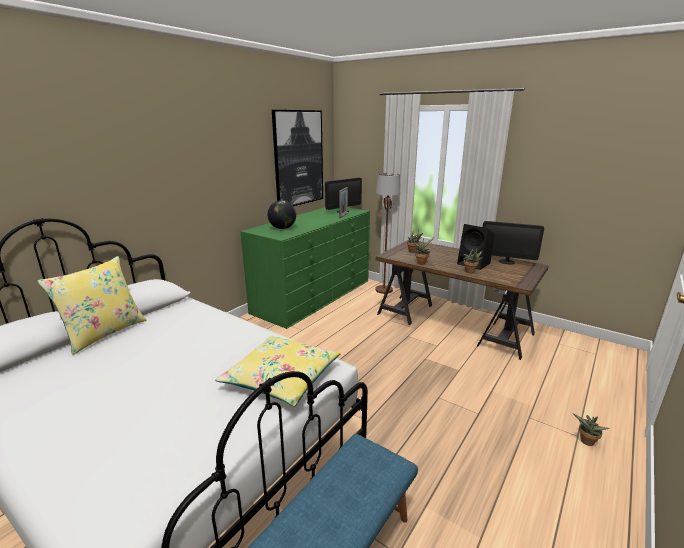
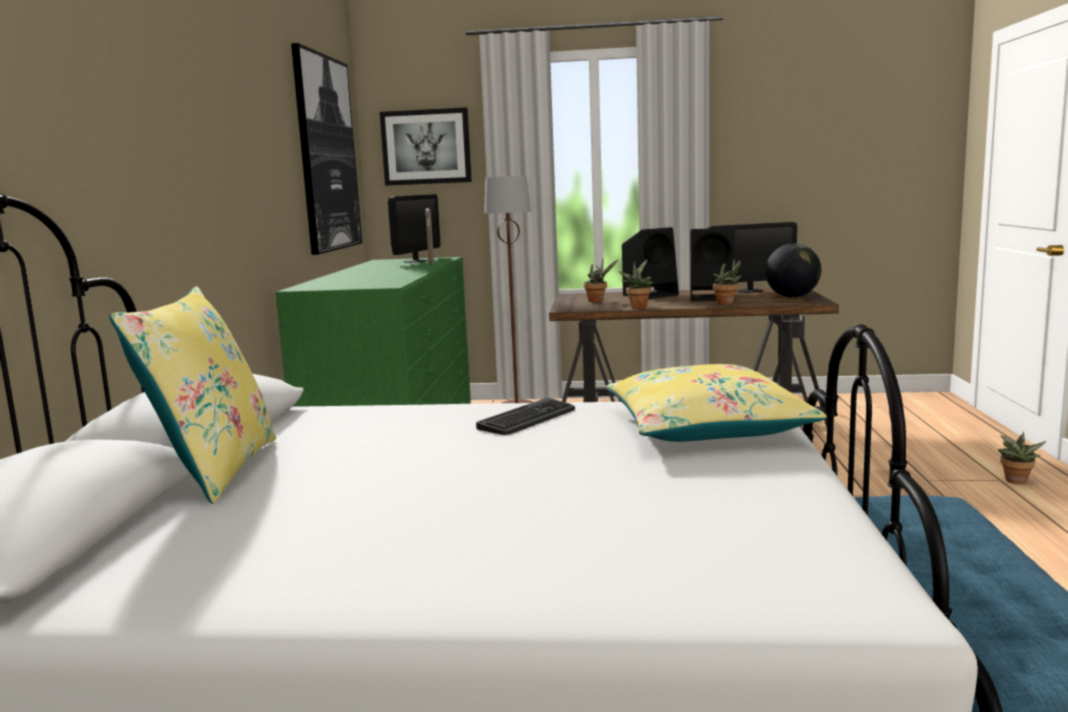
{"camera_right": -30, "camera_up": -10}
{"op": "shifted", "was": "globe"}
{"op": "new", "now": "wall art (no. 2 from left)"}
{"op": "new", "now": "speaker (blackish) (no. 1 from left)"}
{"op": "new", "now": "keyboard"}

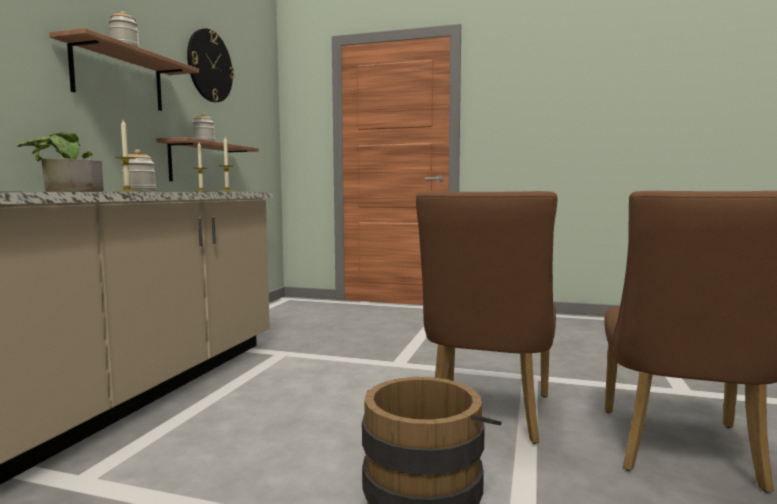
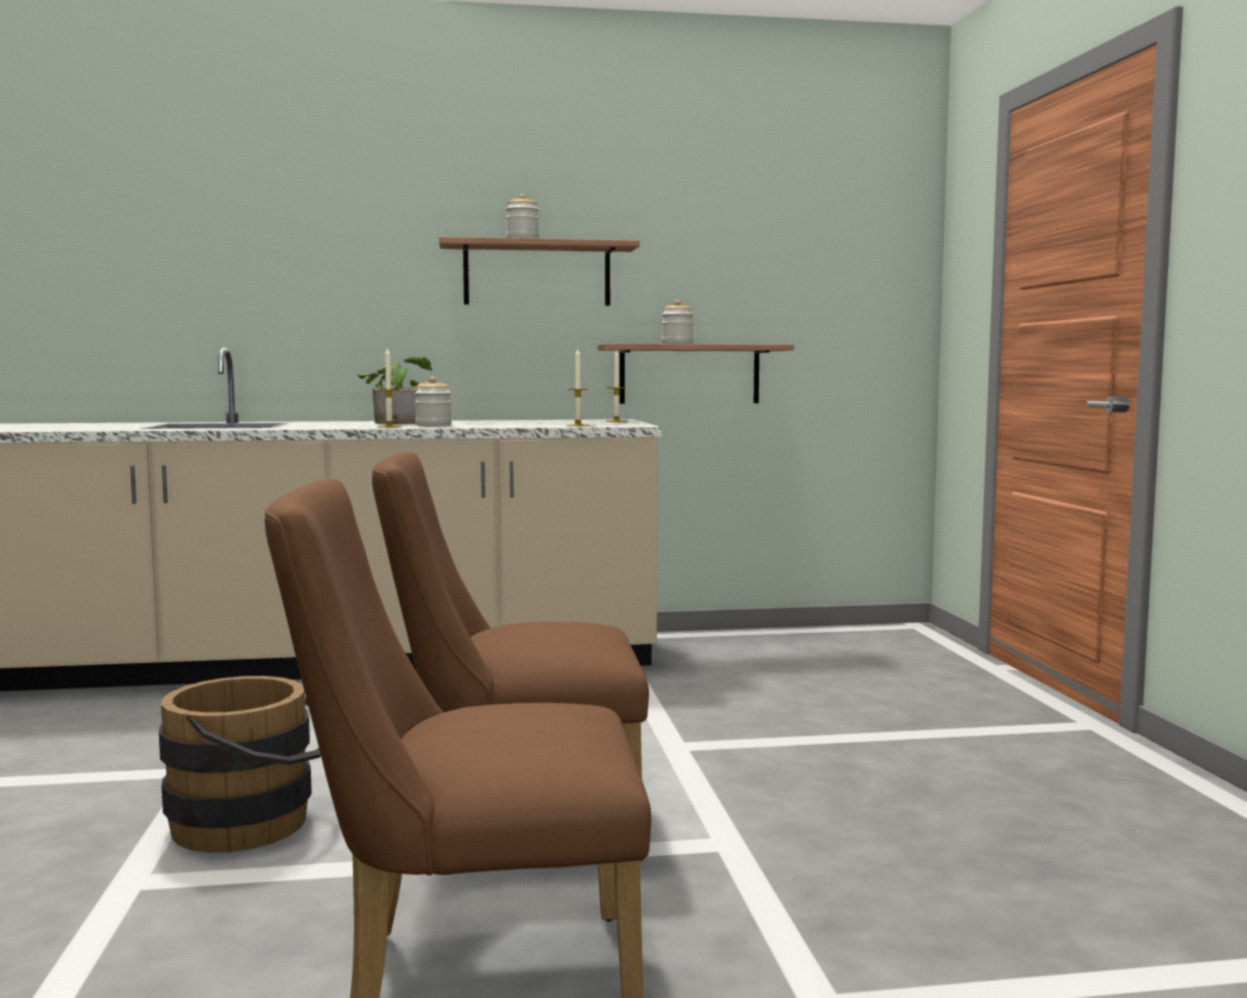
{"camera_right": 65, "camera_up": 0}
{"op": "gone", "was": "hanging clock"}

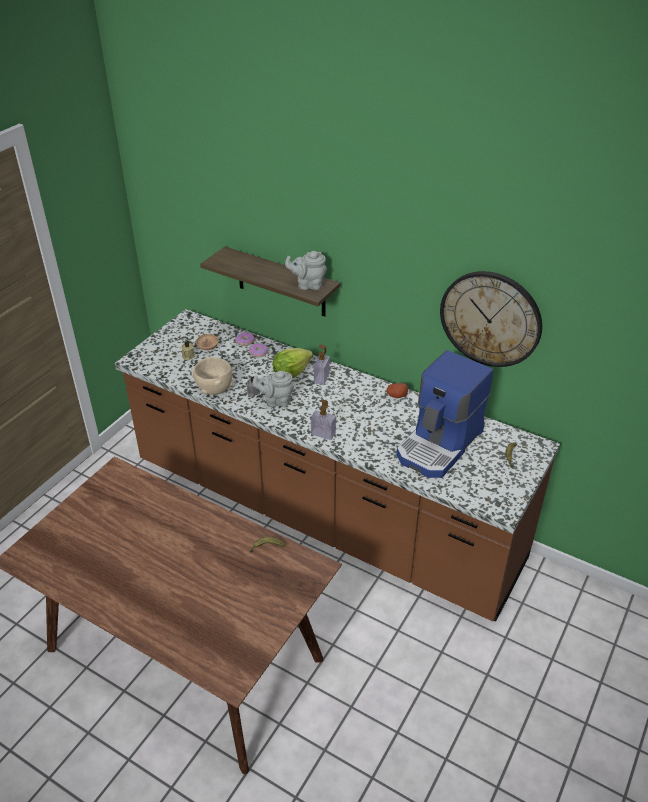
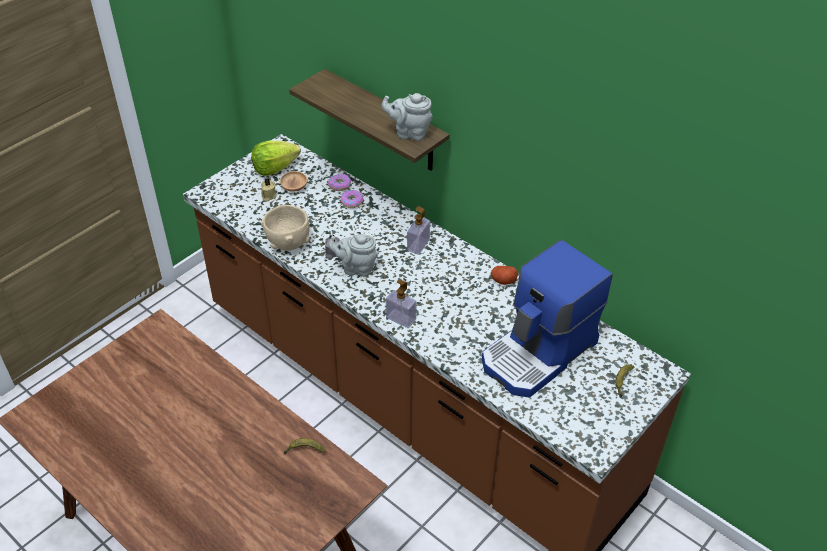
{"camera_right": 10, "camera_up": 5}
{"op": "gone", "was": "hanging clock"}
{"op": "shifted", "was": "lettuce"}

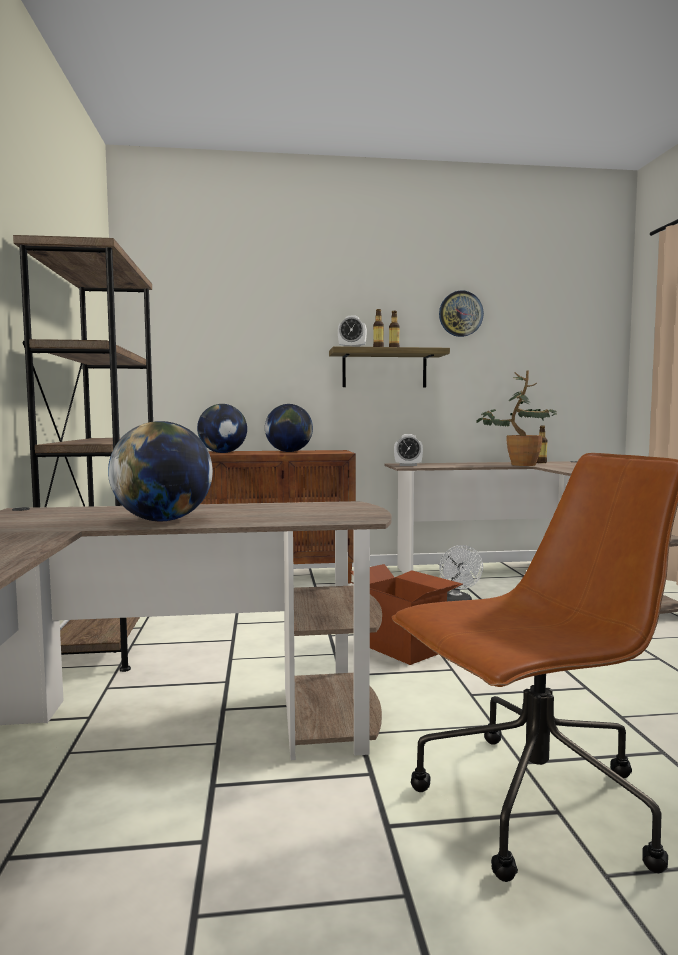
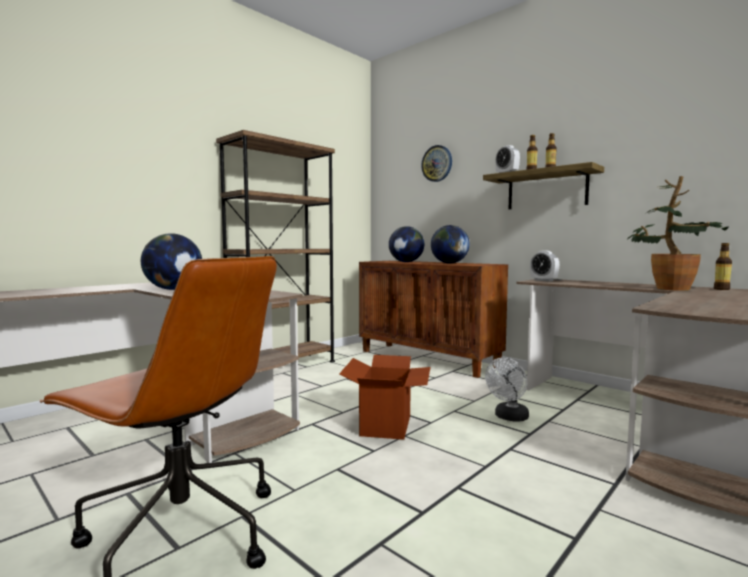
{"camera_right": 50, "camera_up": 0}
{"op": "shifted", "was": "hanging clock"}

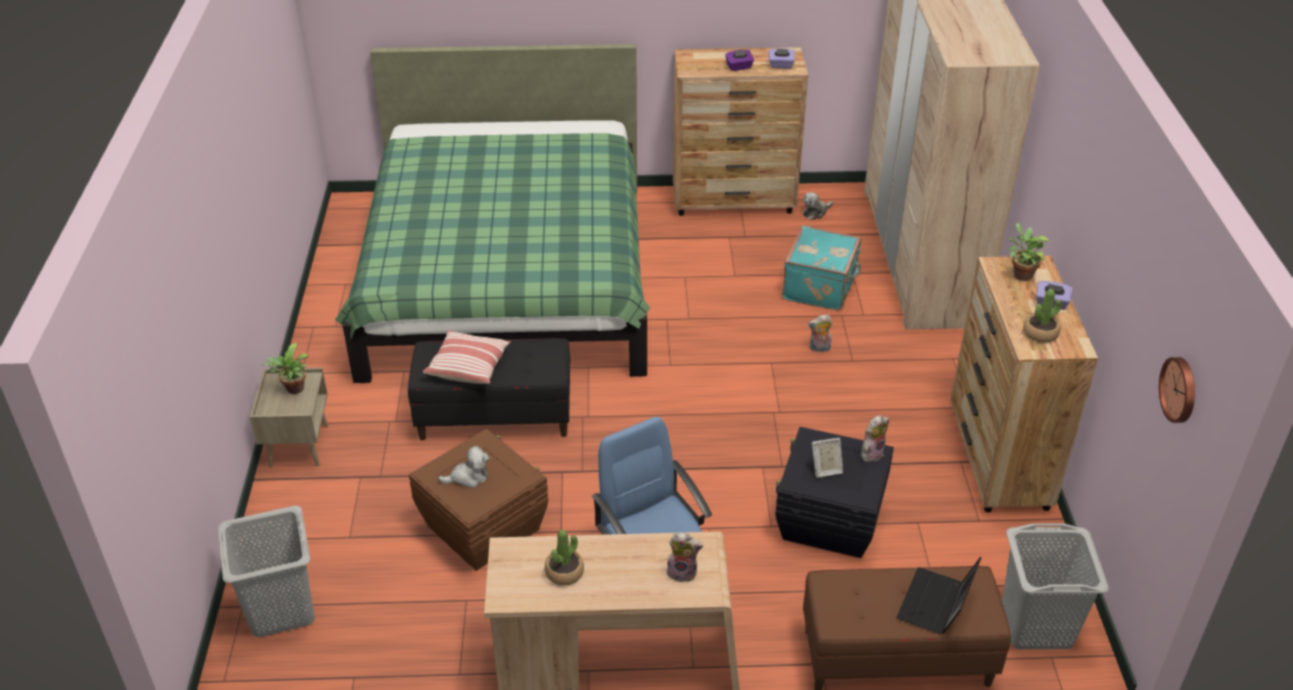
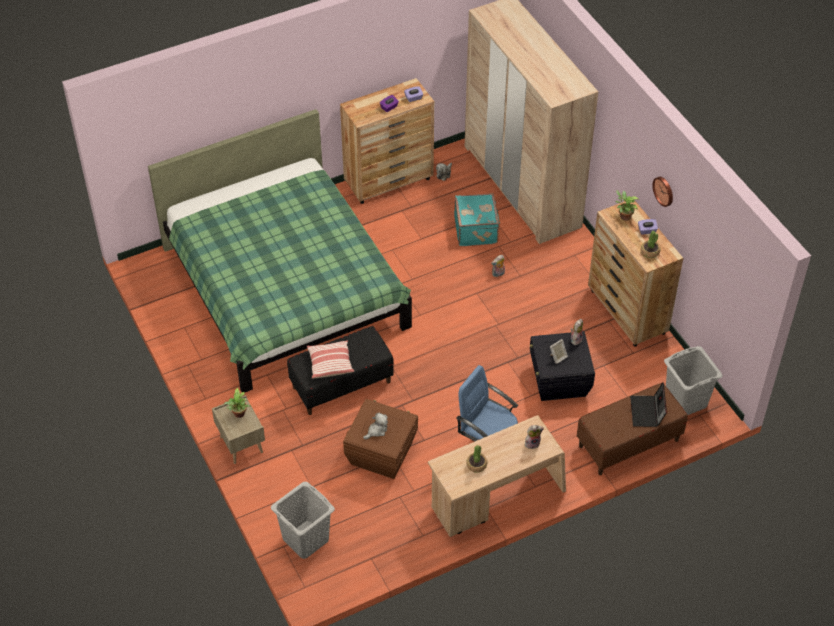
{"camera_right": -25, "camera_up": 10}
{"op": "shifted", "was": "hanging clock"}

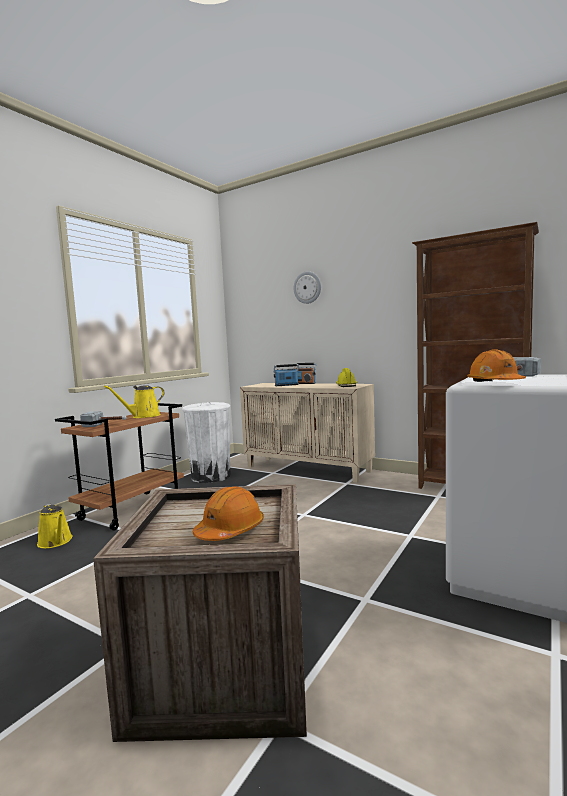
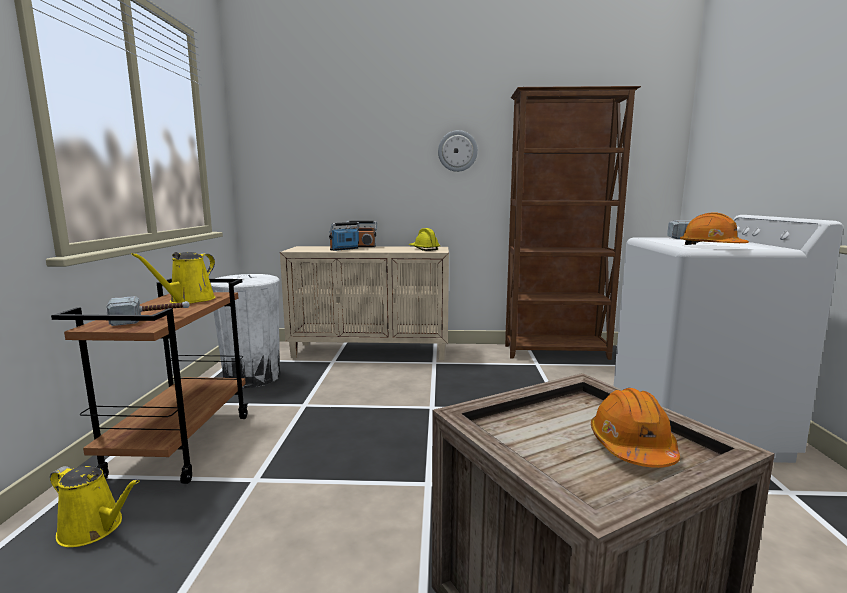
{"camera_right": -30, "camera_up": 5}
{"op": "shifted", "was": "hanging clock"}

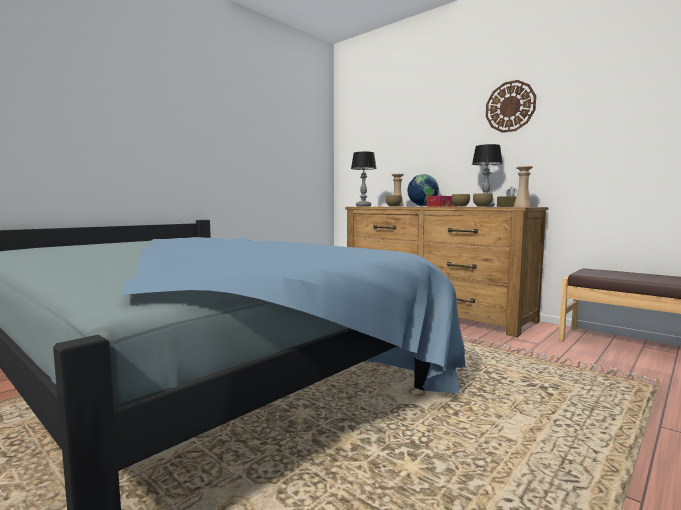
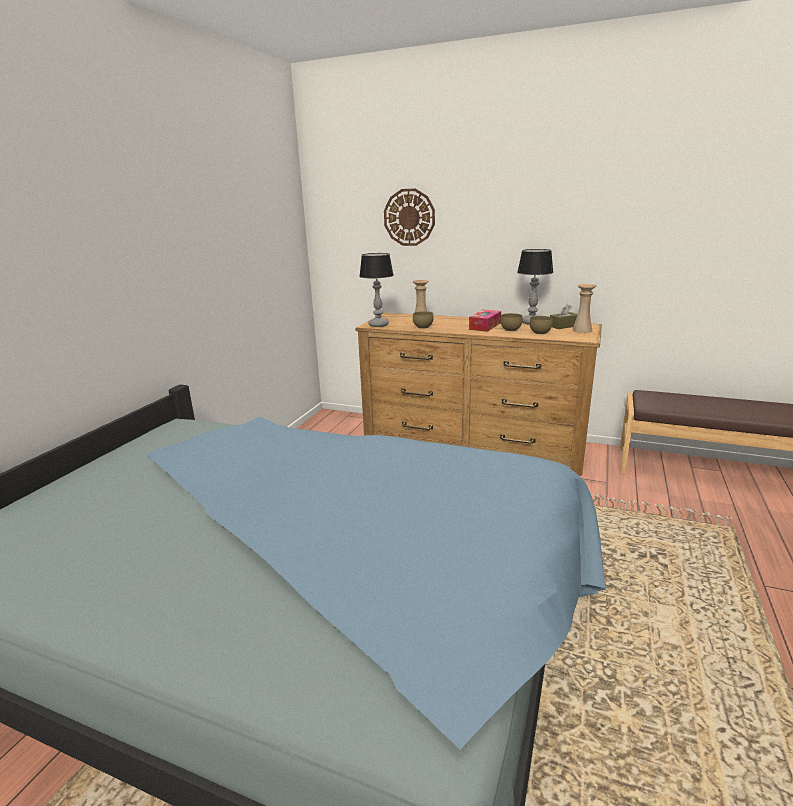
{"camera_right": -20, "camera_up": 15}
{"op": "shifted", "was": "hanging clock"}
{"op": "gone", "was": "globe"}

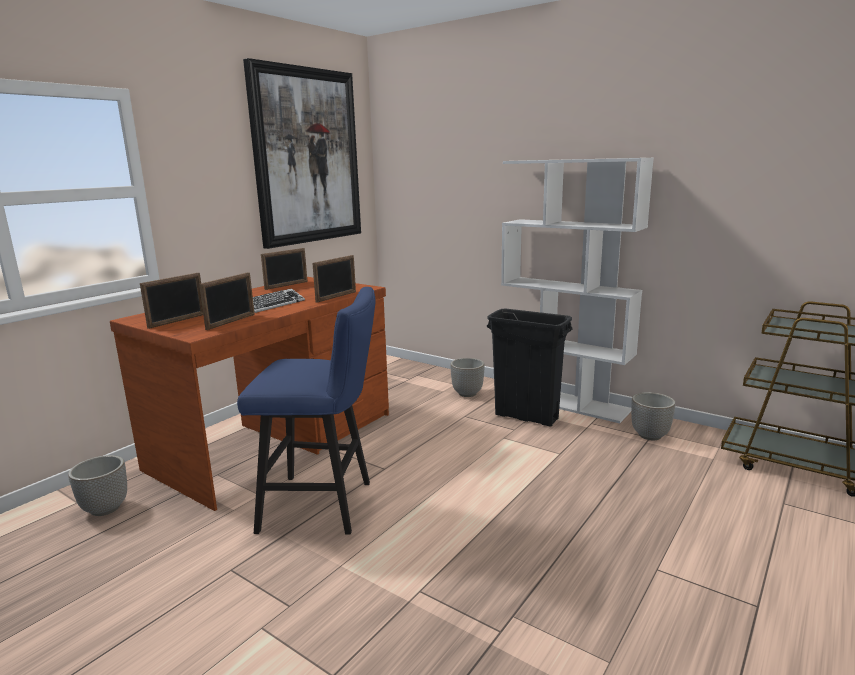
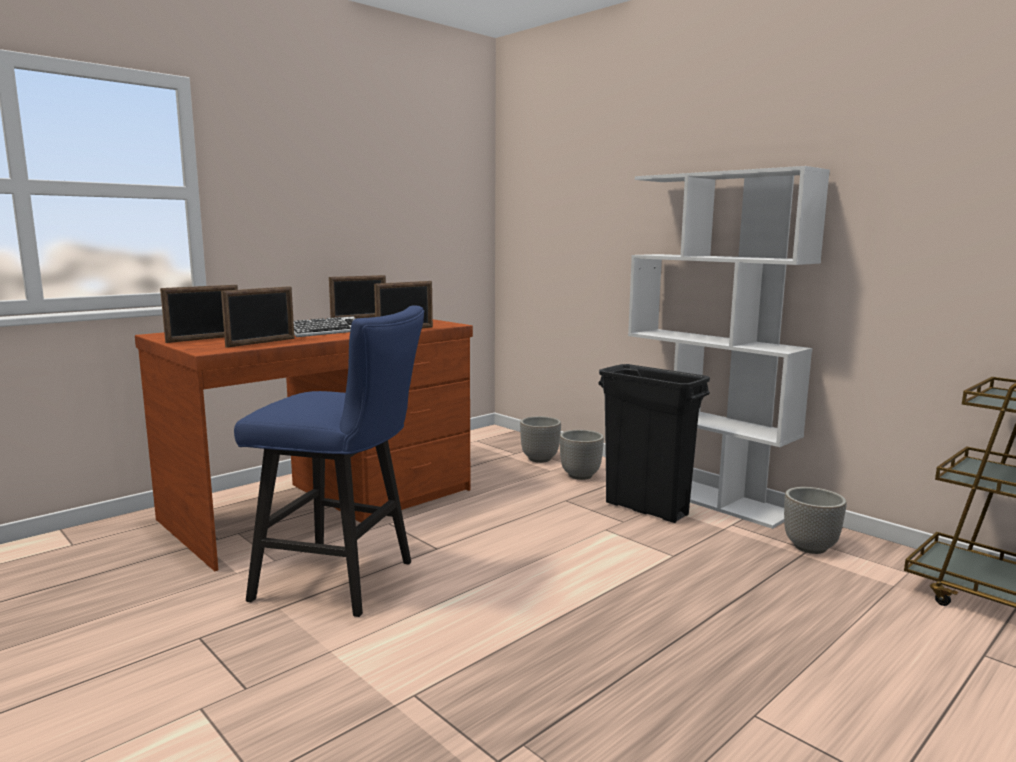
{"camera_right": 10, "camera_up": -5}
{"op": "gone", "was": "wall art"}
{"op": "shifted", "was": "flower pot (no. 1 from left)"}

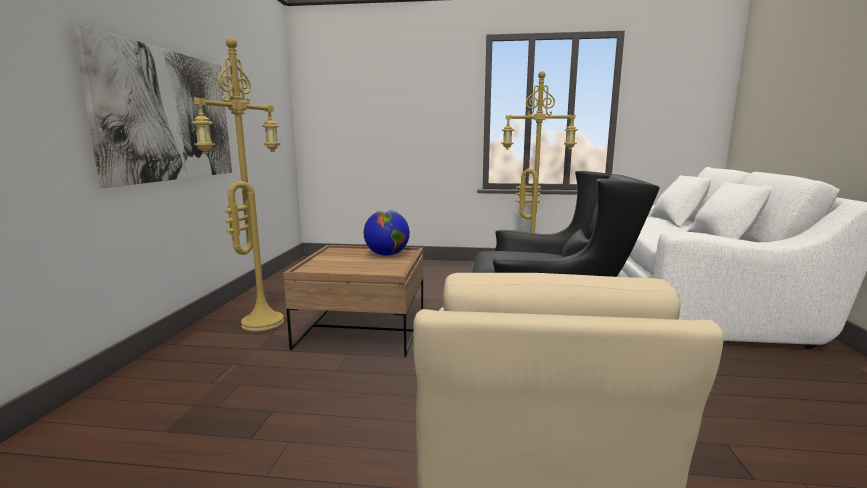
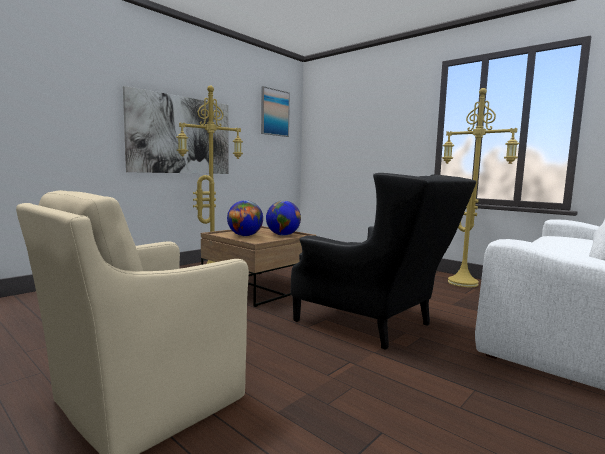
{"camera_right": 35, "camera_up": -5}
{"op": "new", "now": "wall art (no. 2 from left)"}
{"op": "new", "now": "globe (no. 1 from left)"}

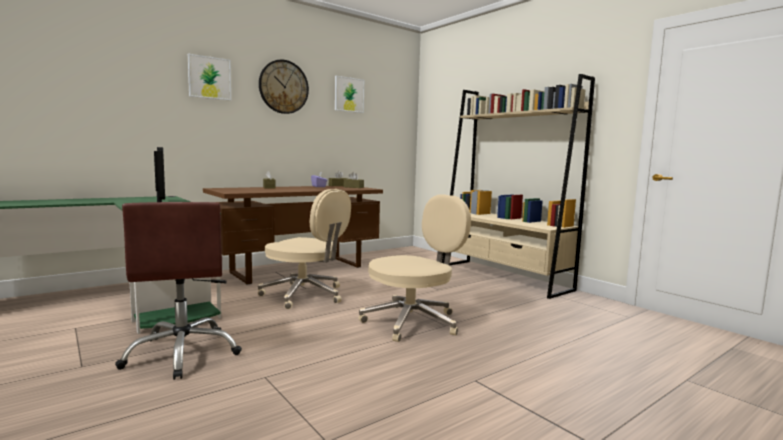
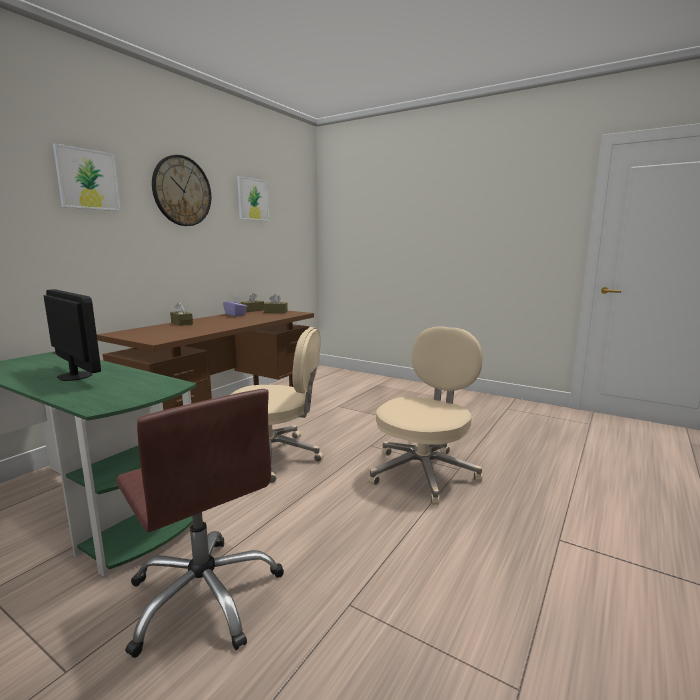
{"camera_right": -20, "camera_up": 5}
{"op": "gone", "was": "shelving unit (beige)"}

